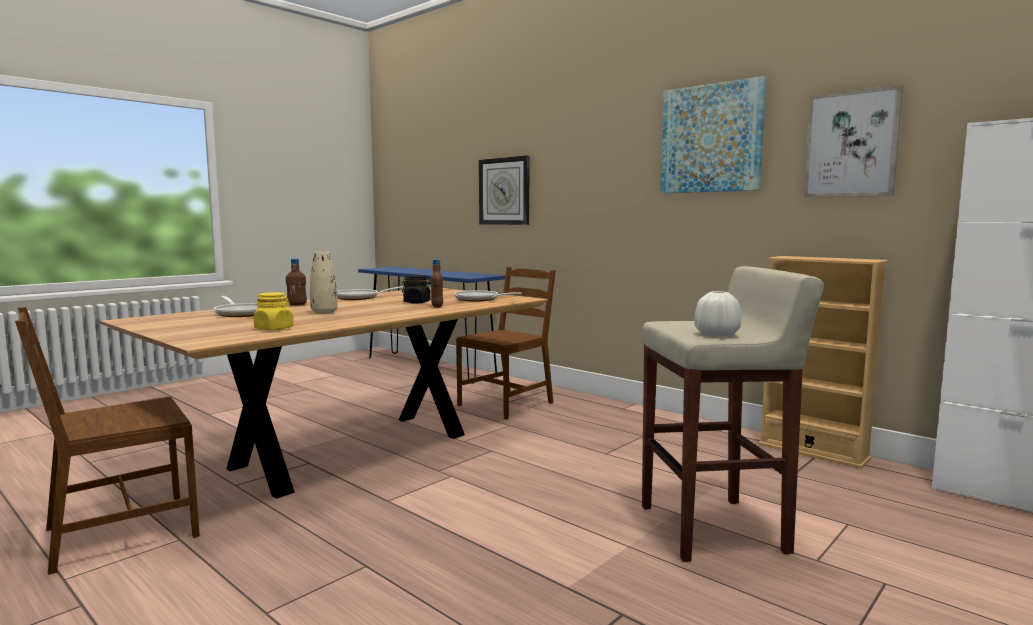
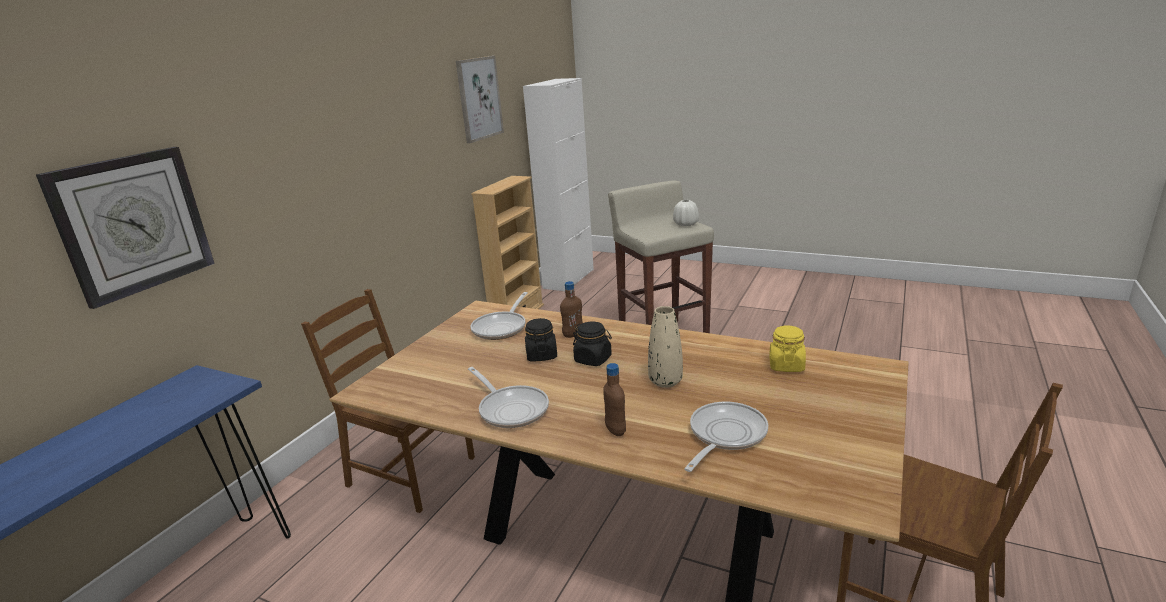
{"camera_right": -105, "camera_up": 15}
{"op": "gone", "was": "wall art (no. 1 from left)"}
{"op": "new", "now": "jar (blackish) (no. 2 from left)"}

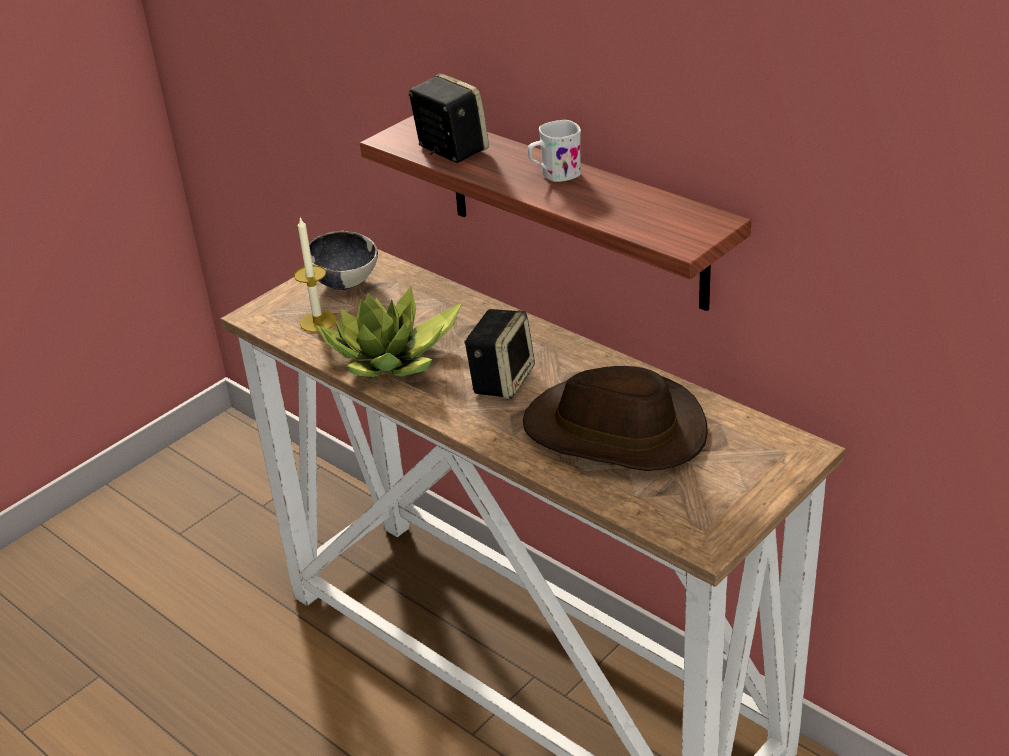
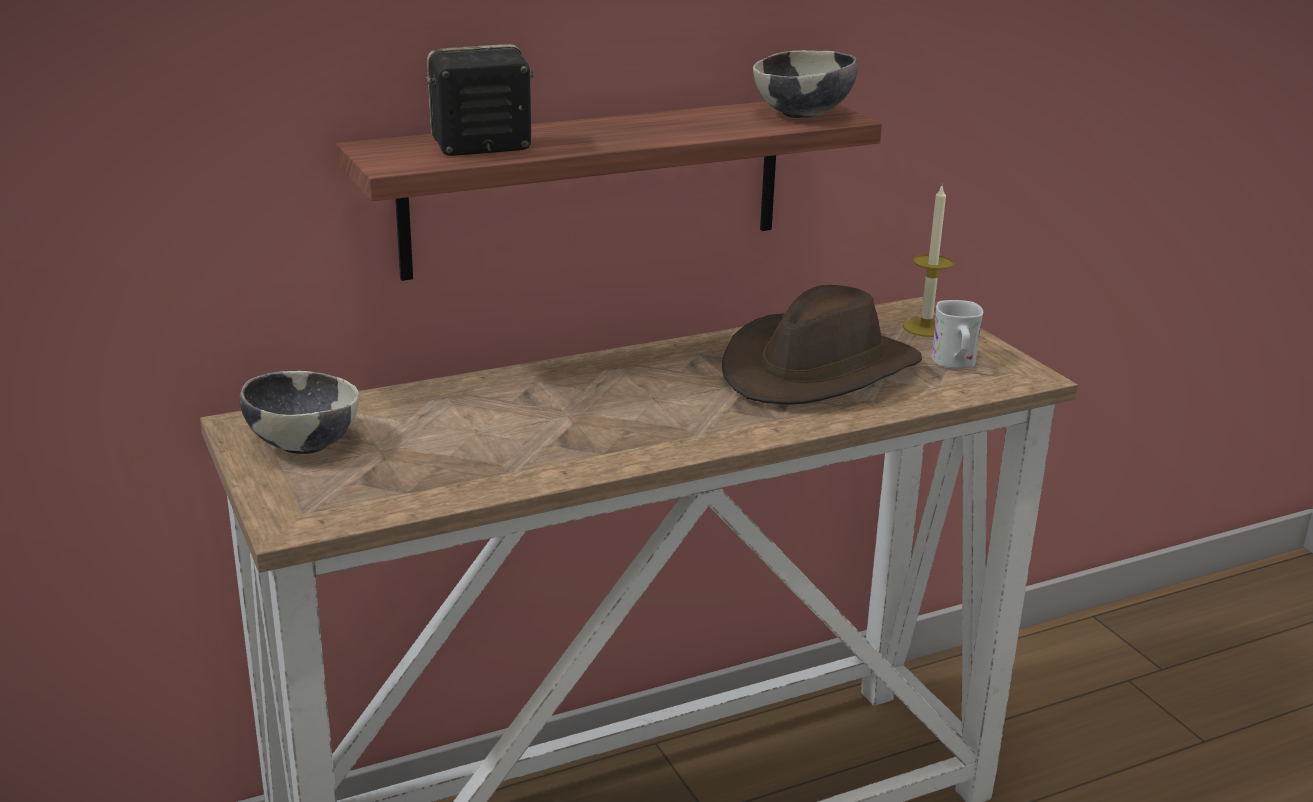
{"camera_right": -70, "camera_up": -10}
{"op": "shifted", "was": "coffee mug (white)"}
{"op": "shifted", "was": "wax candle"}
{"op": "gone", "was": "potted plant"}
{"op": "gone", "was": "speaker (no. 2 from left)"}
{"op": "new", "now": "deep dish (no. 2 from left)"}

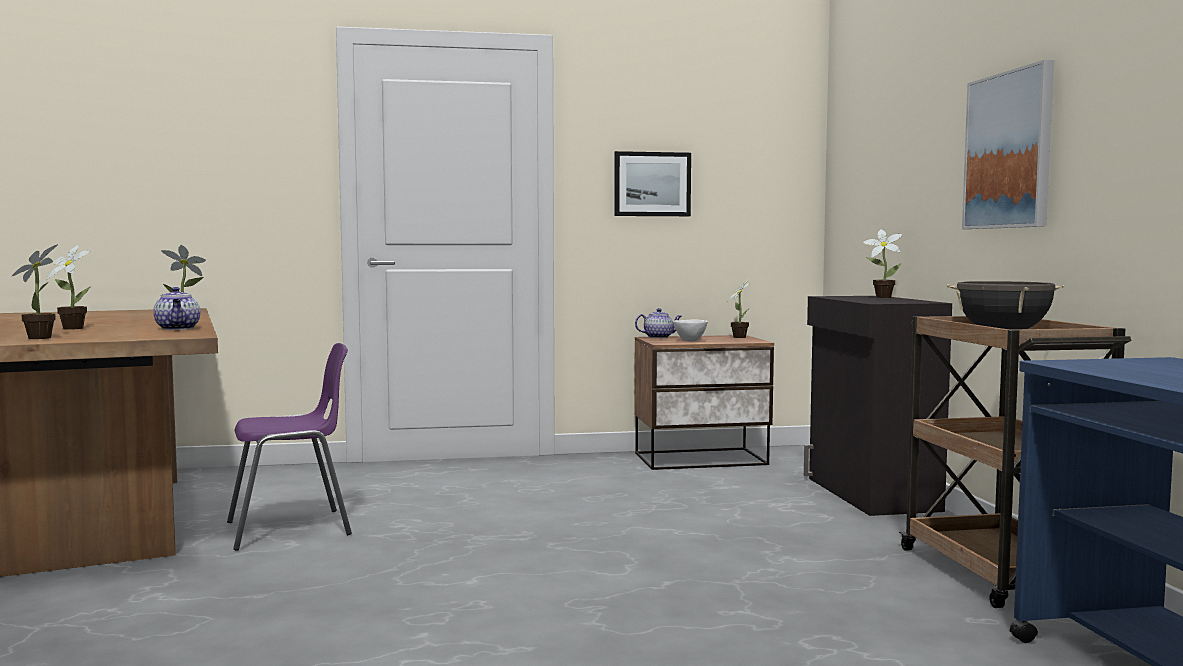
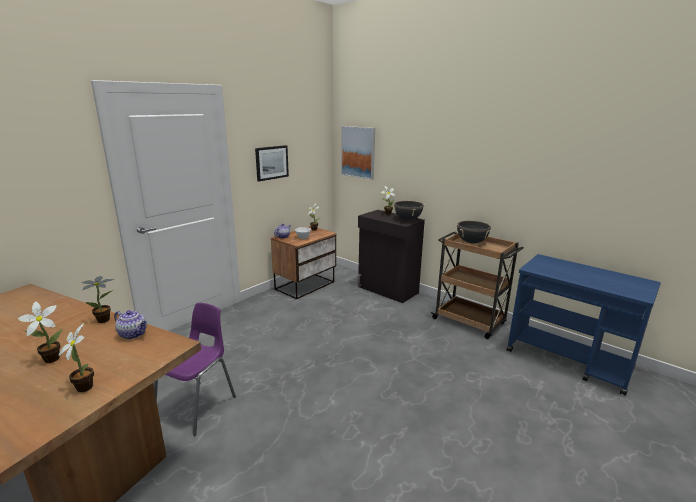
{"camera_right": -40, "camera_up": 15}
{"op": "shifted", "was": "wall art (no. 2 from left)"}
{"op": "new", "now": "saucepot (blackish) (no. 1 from left)"}

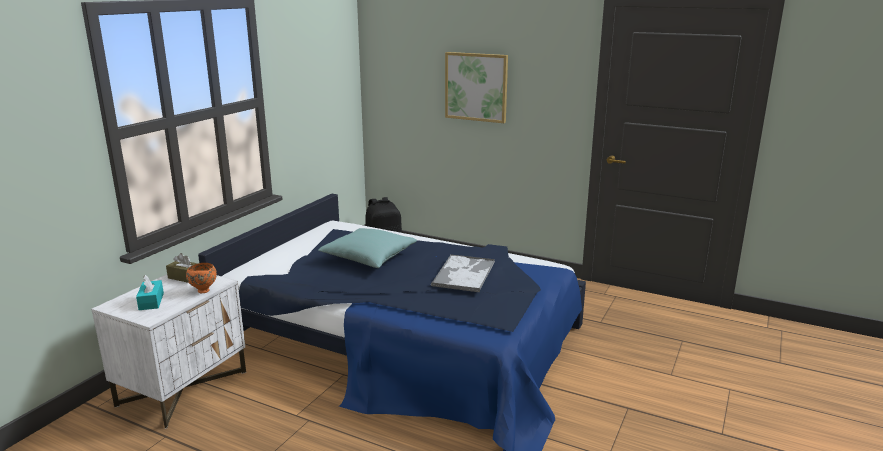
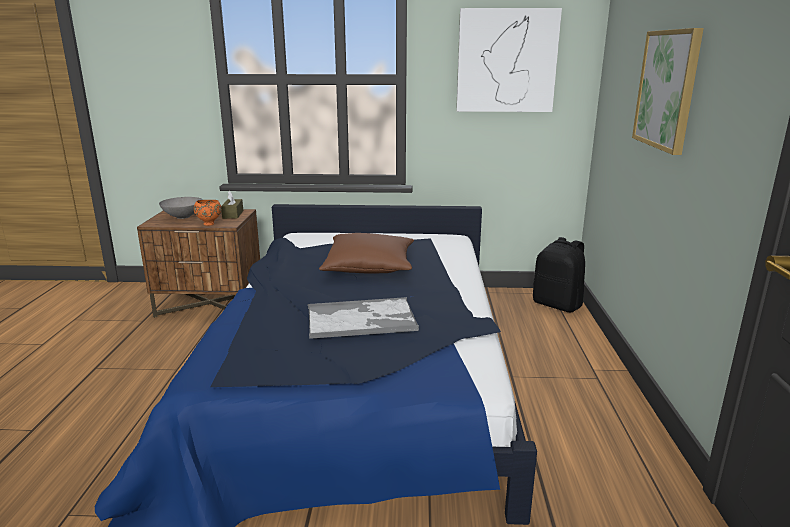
{"camera_right": 65, "camera_up": 0}
{"op": "repainted", "was": "cushion (turquoise-coloured)", "now": "cushion (brown-coloured)"}
{"op": "repainted", "was": "night table (white)", "now": "night table (brown-coloured)"}
{"op": "swapped", "was": "tissue box (turquoise-coloured)", "now": "deep dish (greyish)"}
{"op": "new", "now": "wall art (no. 1 from left)"}

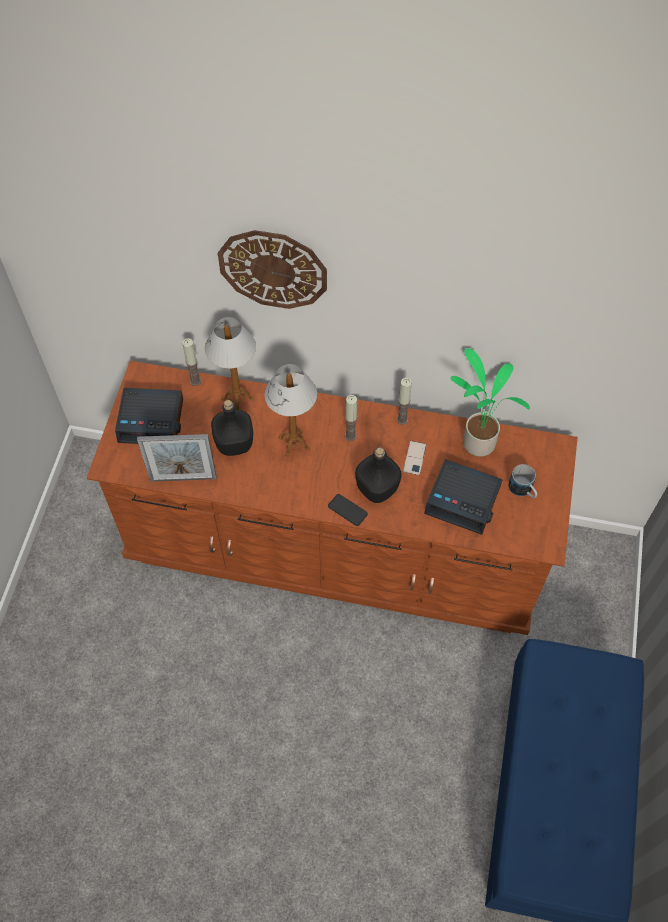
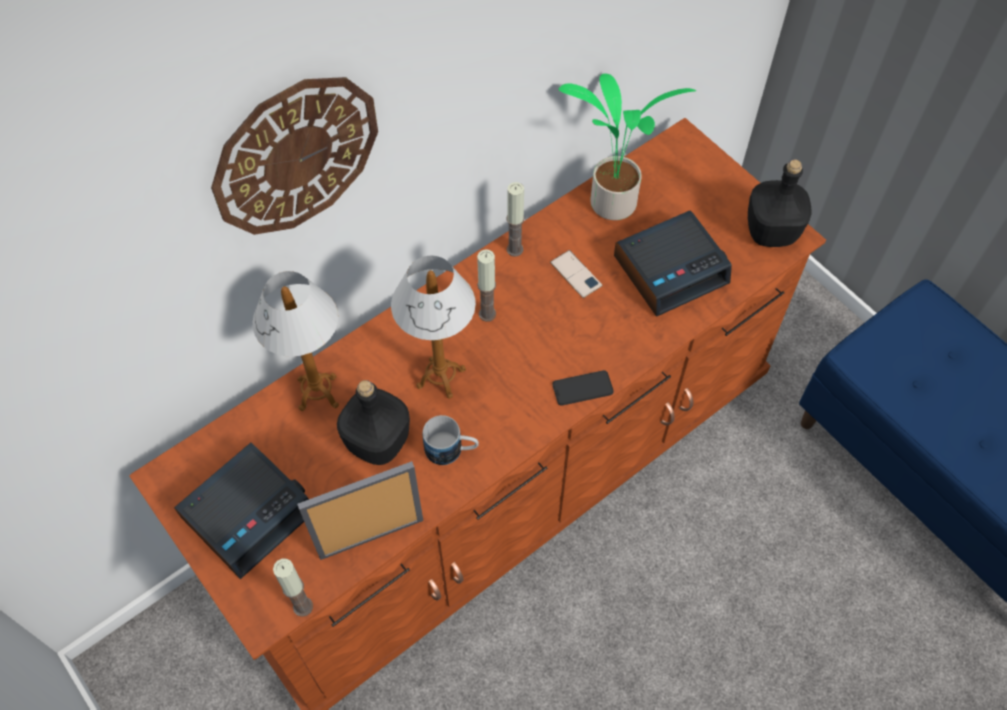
{"camera_right": -50, "camera_up": 0}
{"op": "shifted", "was": "wax candle (no. 1 from left)"}
{"op": "rotated", "was": "standing frame", "clockwise": -150}
{"op": "shifted", "was": "beverage bottle (blackish) (no. 2 from left)"}
{"op": "shifted", "was": "coffee mug"}

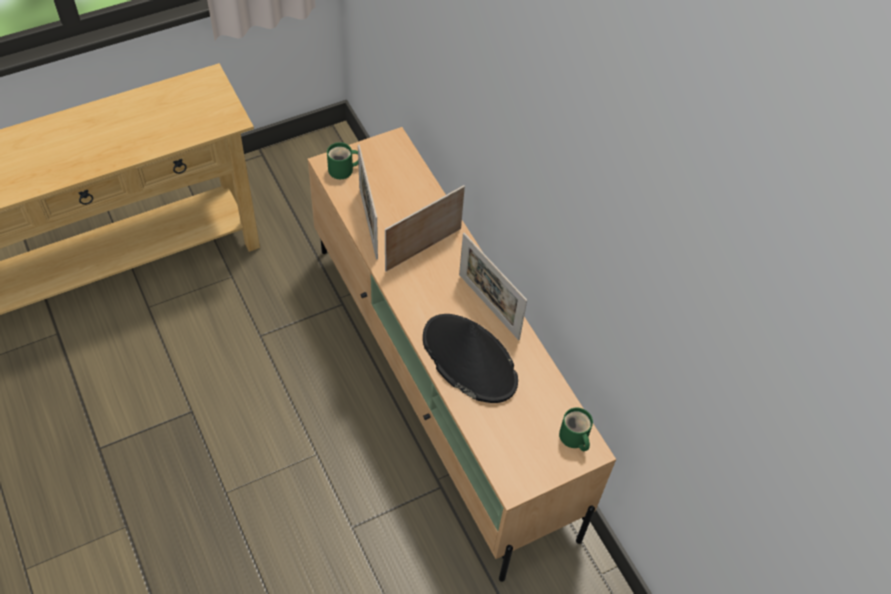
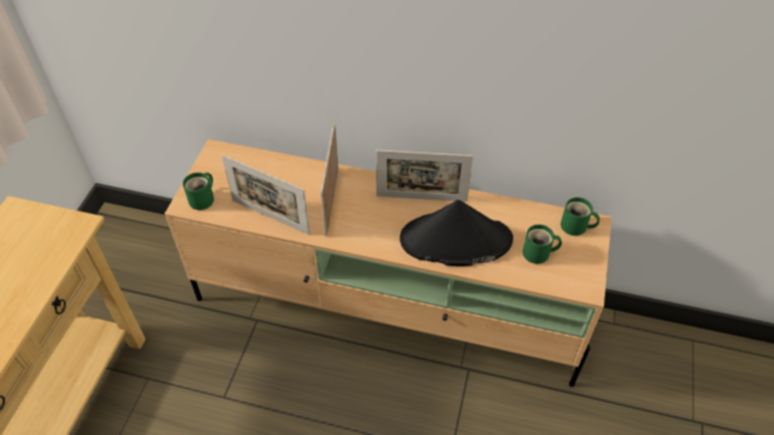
{"camera_right": -45, "camera_up": -5}
{"op": "new", "now": "coffee mug (green) (no. 2 from left)"}

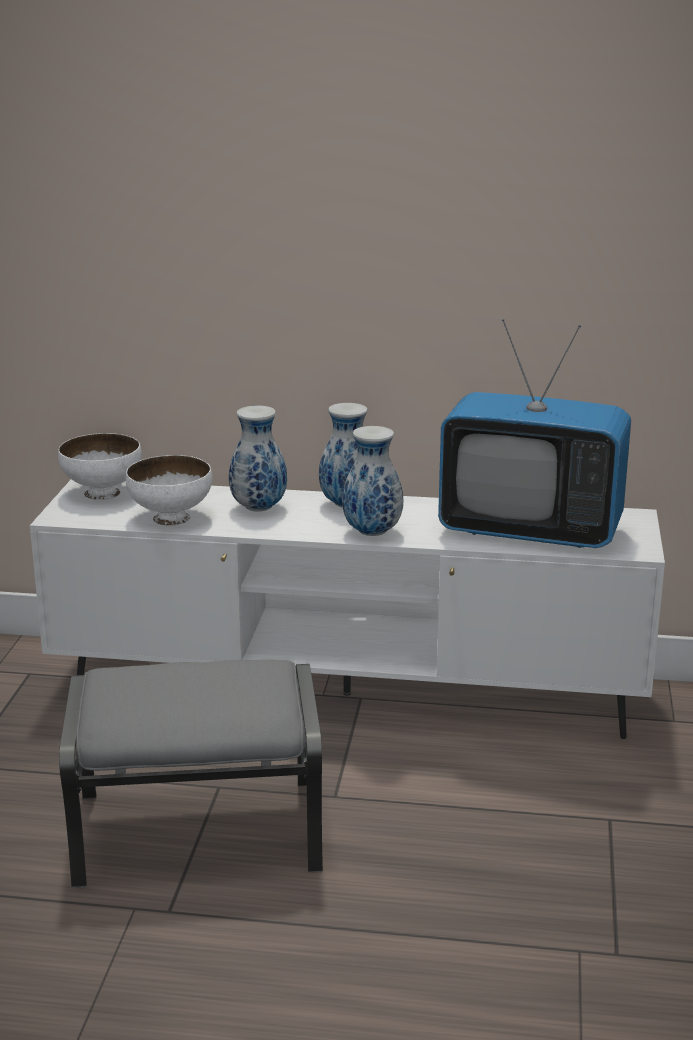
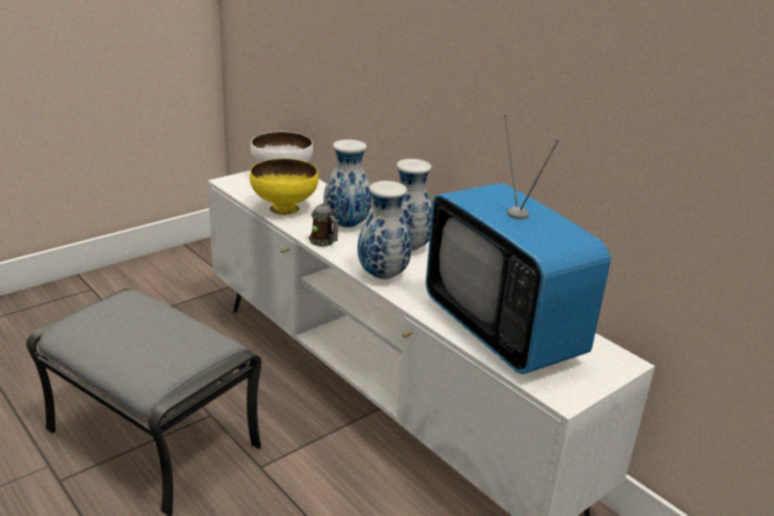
{"camera_right": 40, "camera_up": 5}
{"op": "repainted", "was": "deep dish (white) (no. 2 from left)", "now": "deep dish (yellow)"}
{"op": "new", "now": "coffee mug"}

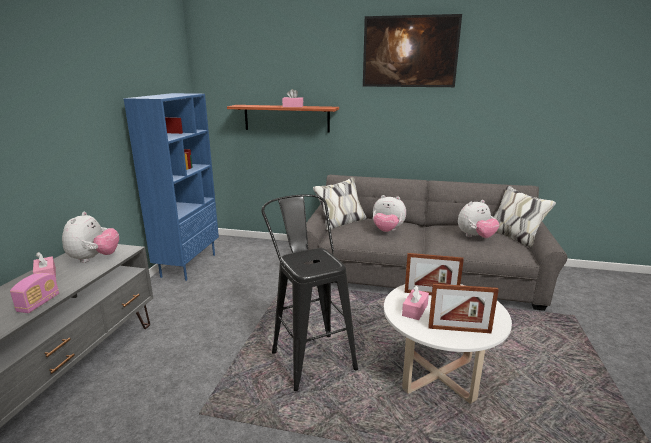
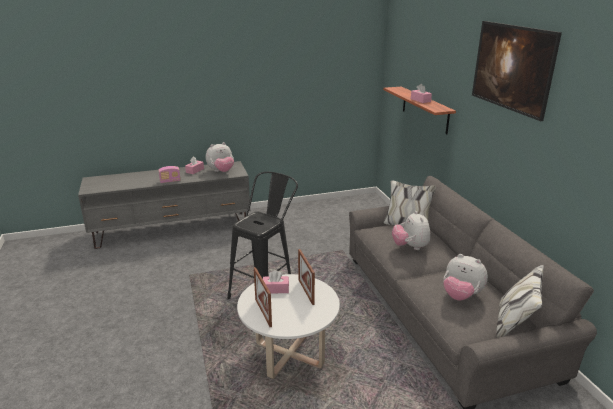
{"camera_right": 60, "camera_up": 5}
{"op": "gone", "was": "shelving unit (blue)"}

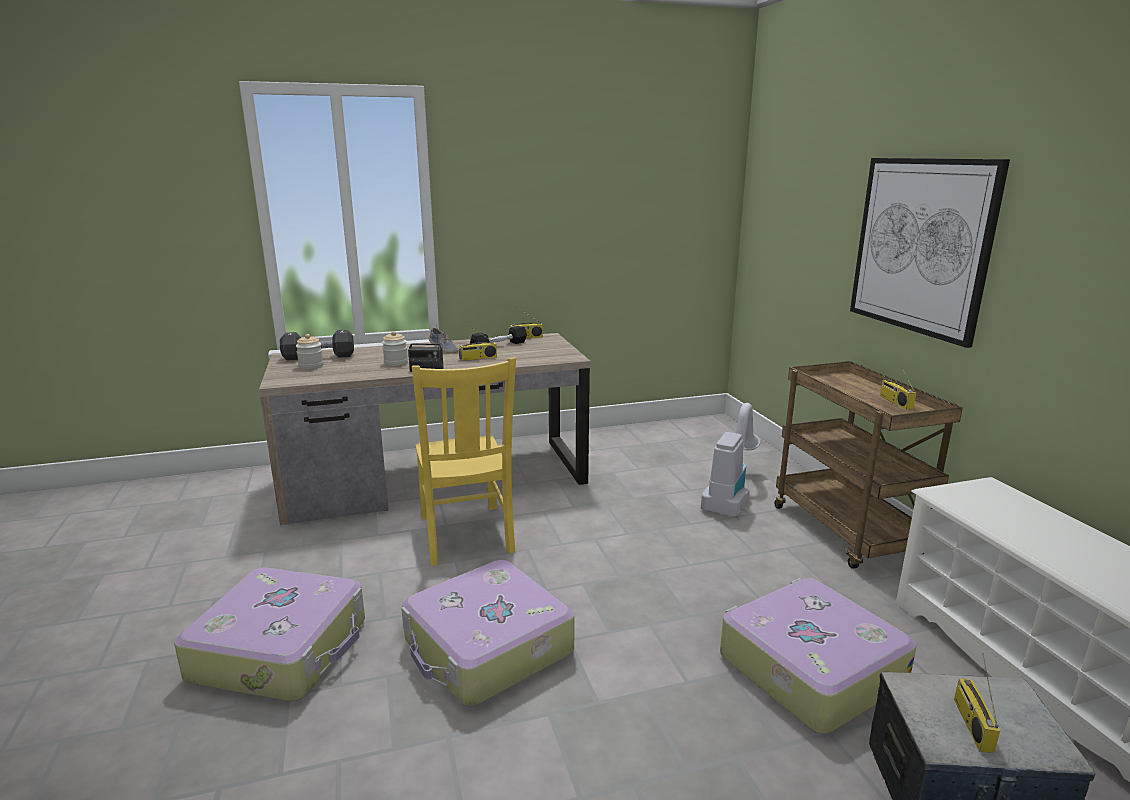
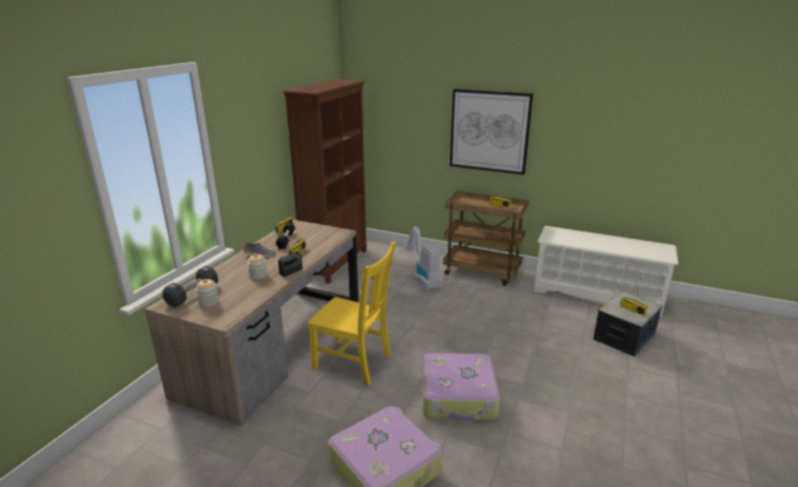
{"camera_right": -50, "camera_up": 5}
{"op": "gone", "was": "suitcase (no. 3 from left)"}
{"op": "new", "now": "shelving unit (brown-coloured)"}

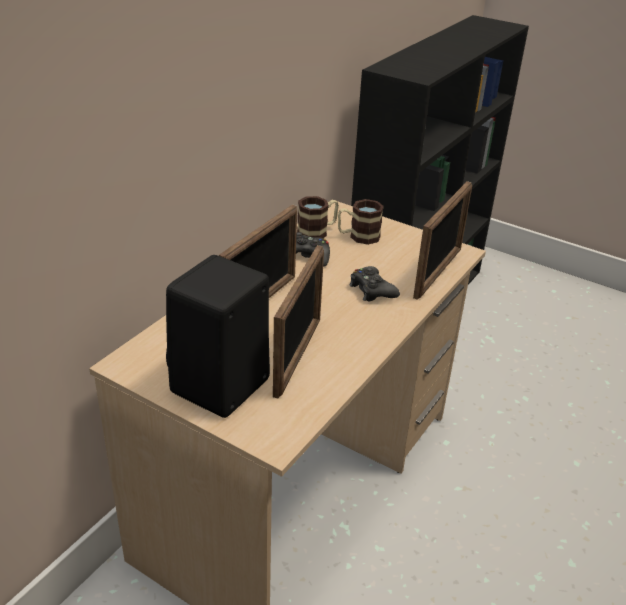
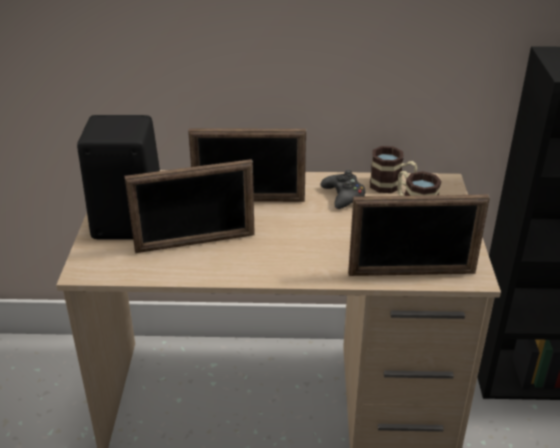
{"camera_right": 60, "camera_up": 0}
{"op": "gone", "was": "game controller (blackish) (no. 2 from left)"}

